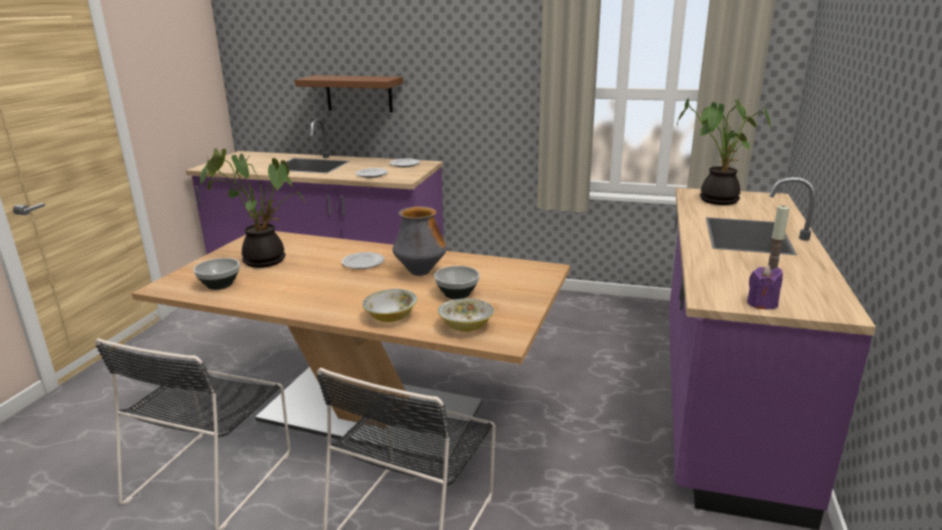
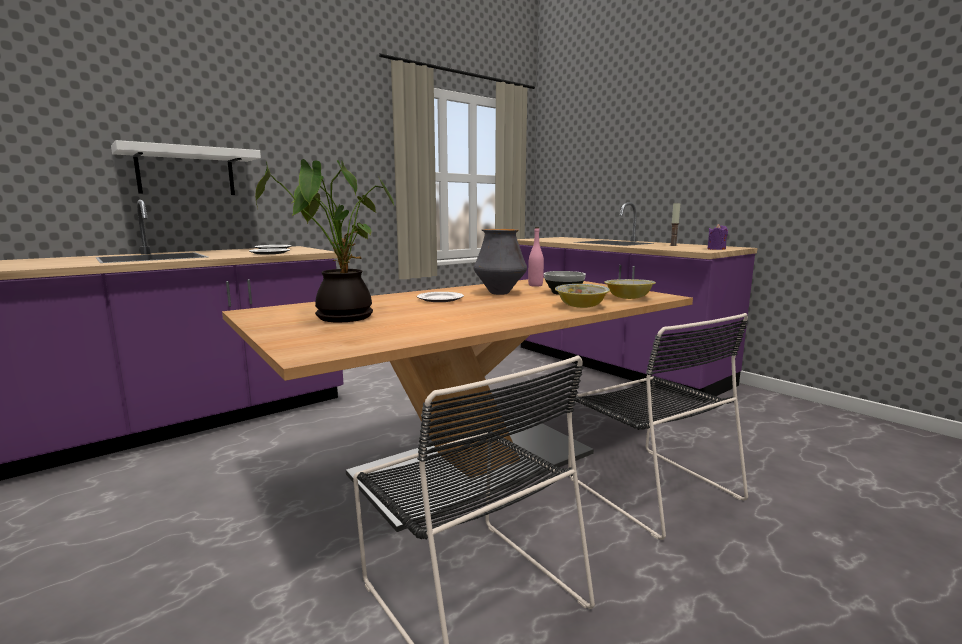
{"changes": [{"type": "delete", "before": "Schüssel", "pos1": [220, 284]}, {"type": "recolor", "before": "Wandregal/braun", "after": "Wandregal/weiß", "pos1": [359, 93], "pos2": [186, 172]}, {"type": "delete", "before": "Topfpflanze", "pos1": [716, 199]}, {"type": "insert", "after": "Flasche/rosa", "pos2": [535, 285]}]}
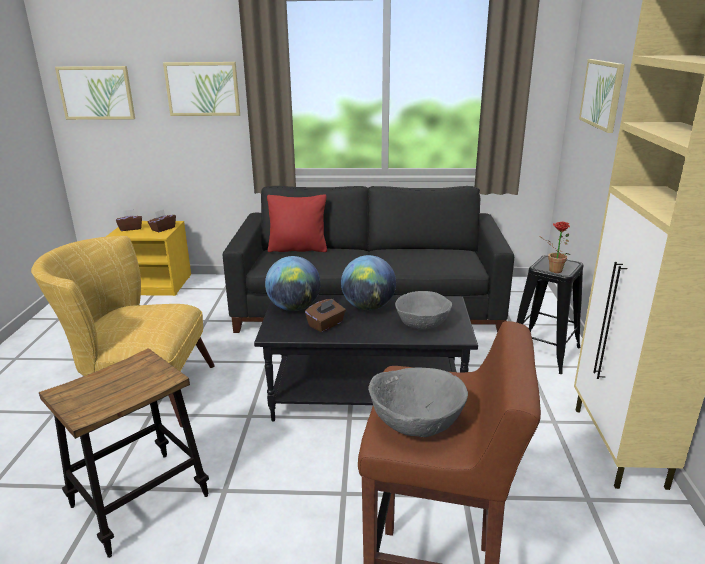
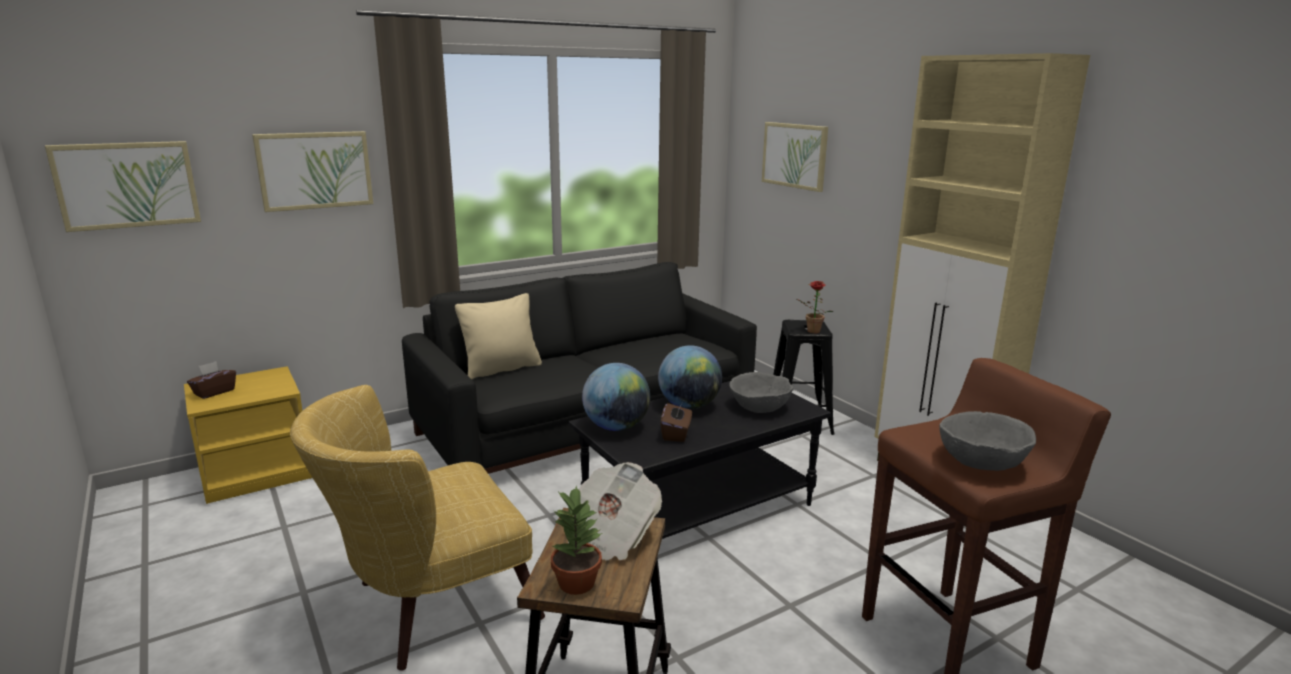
{"changes": [{"type": "delete", "before": "Taschentuchbox/braun", "pos1": [163, 229]}, {"type": "recolor", "before": "Kissen/rot", "after": "Kissen/beige", "pos1": [298, 249], "pos2": [501, 369]}, {"type": "insert", "after": "Topfpflanze", "pos2": [576, 582]}, {"type": "insert", "after": "Zeitung", "pos2": [608, 536]}]}
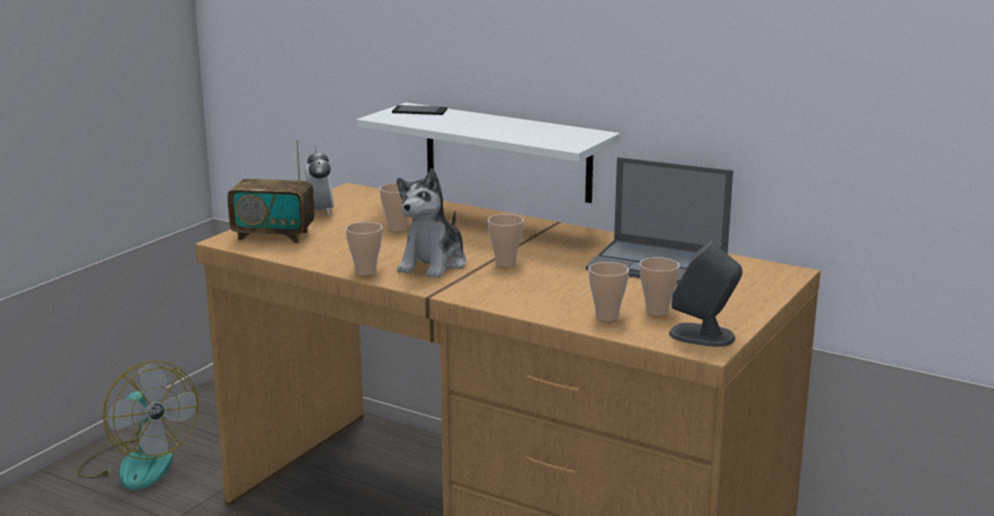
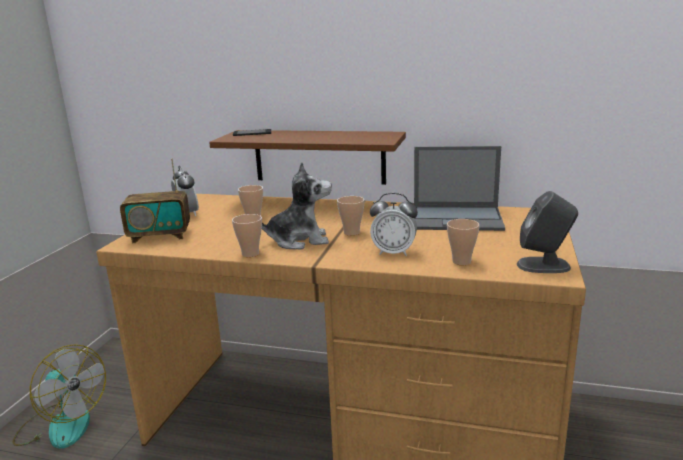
{"changes": [{"type": "recolor", "before": "Wandregal/weiß", "after": "Wandregal/braun", "pos1": [507, 152], "pos2": [319, 156]}, {"type": "rotate", "before": "Plüschtier", "pos1": [433, 264], "pos2": [299, 240], "turn": -105}, {"type": "delete", "before": "Tasse", "pos1": [657, 311]}, {"type": "insert", "after": "Wecker", "pos2": [394, 252]}]}
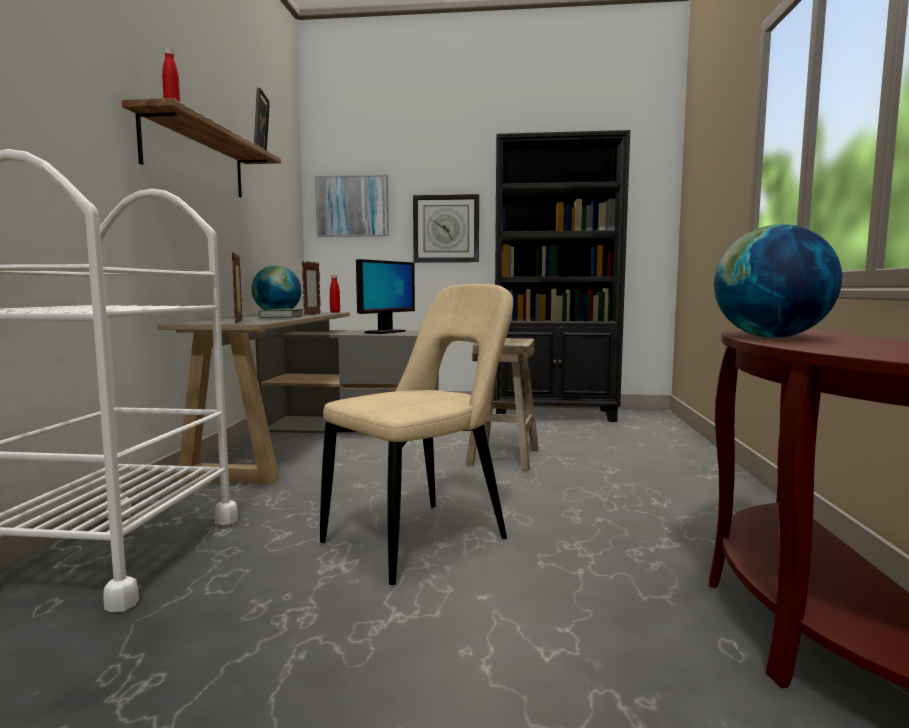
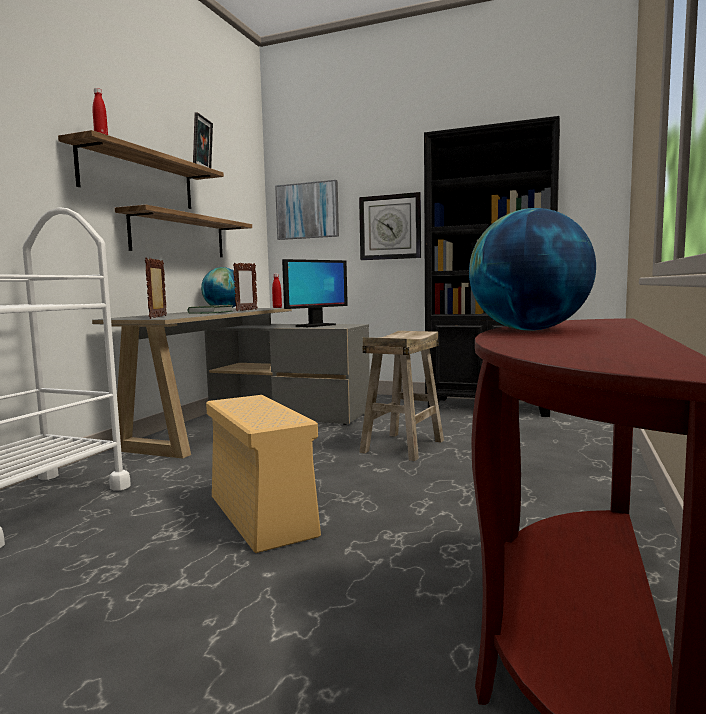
{"changes": [{"type": "replace", "before": "Stuhl/beige", "after": "Aufbewahrungsbox/beige", "pos1": [423, 538], "pos2": [262, 516]}, {"type": "insert", "after": "Wandregal", "pos2": [179, 236]}]}
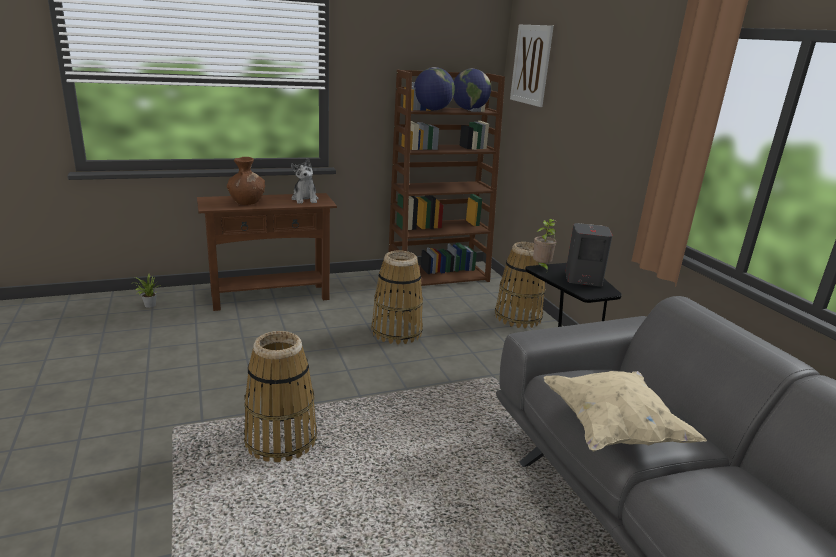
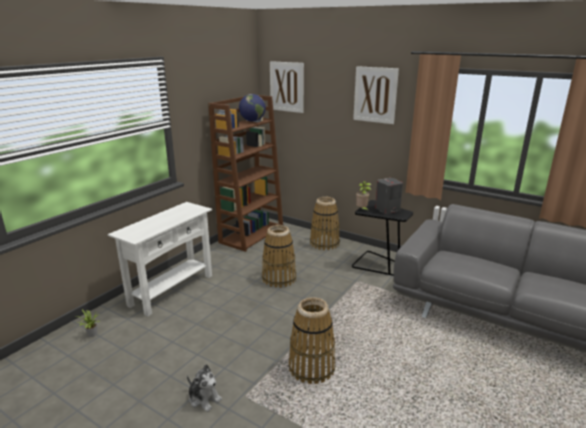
{"changes": [{"type": "recolor", "before": "Konsolentisch/braun", "after": "Konsolentisch/weiß", "pos1": [270, 297], "pos2": [172, 290]}, {"type": "delete", "before": "Vase/braun", "pos1": [247, 202]}, {"type": "move", "before": "Plüschtier", "pos1": [305, 199], "pos2": [204, 398]}, {"type": "delete", "before": "Globus", "pos1": [432, 110]}, {"type": "delete", "before": "Kissen/beige", "pos1": [612, 429]}, {"type": "insert", "after": "Bild", "pos2": [375, 95]}]}
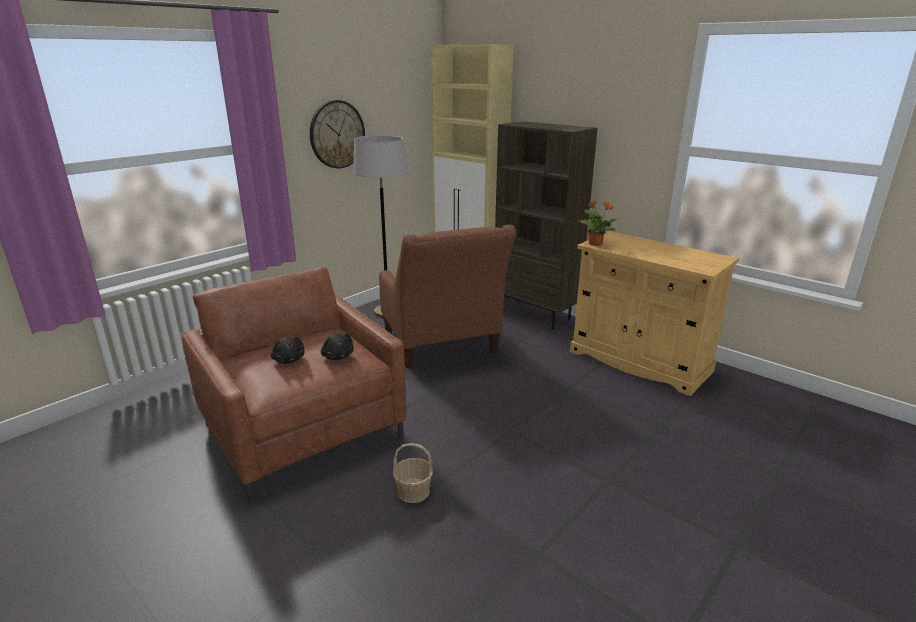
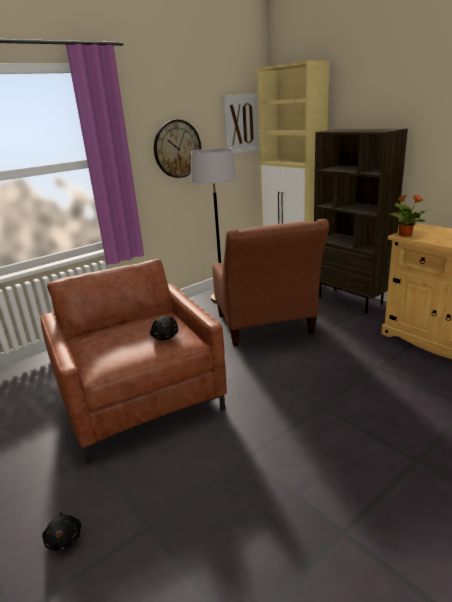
{"changes": [{"type": "move", "before": "Plüschtier/schwarz", "pos1": [289, 360], "pos2": [64, 538]}, {"type": "delete", "before": "Korb", "pos1": [413, 491]}, {"type": "insert", "after": "Bild", "pos2": [241, 124]}]}
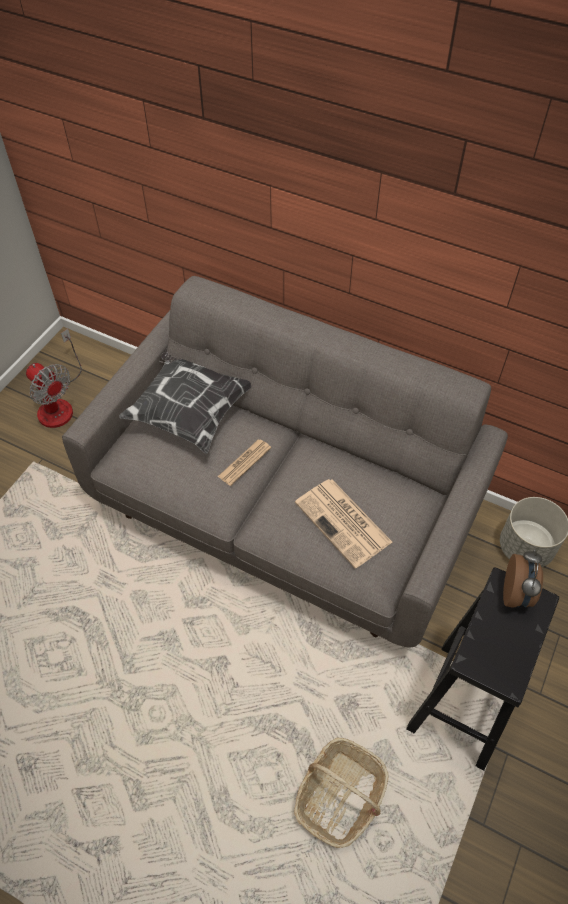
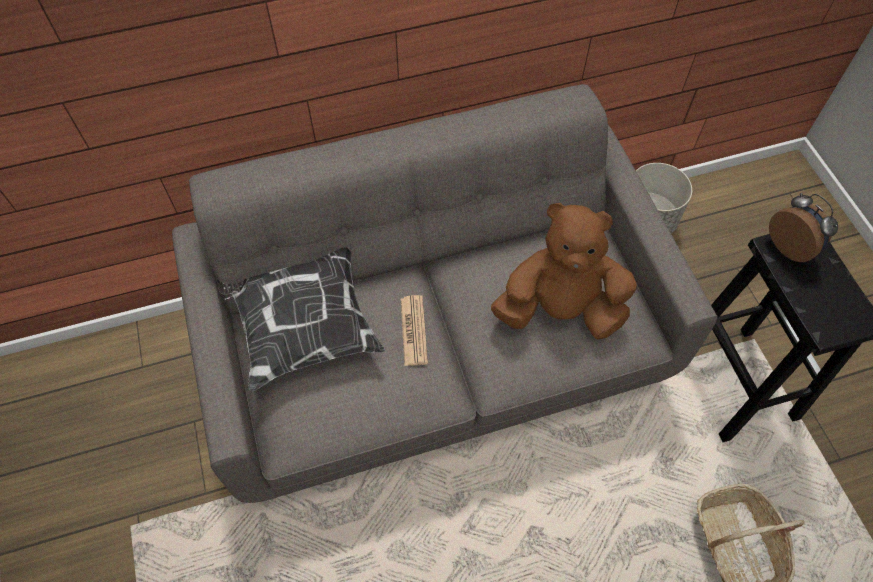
{"changes": [{"type": "delete", "before": "Ventilator", "pos1": [59, 403]}, {"type": "replace", "before": "Zeitung", "after": "Plüschtier/braun", "pos1": [344, 523], "pos2": [560, 310]}]}
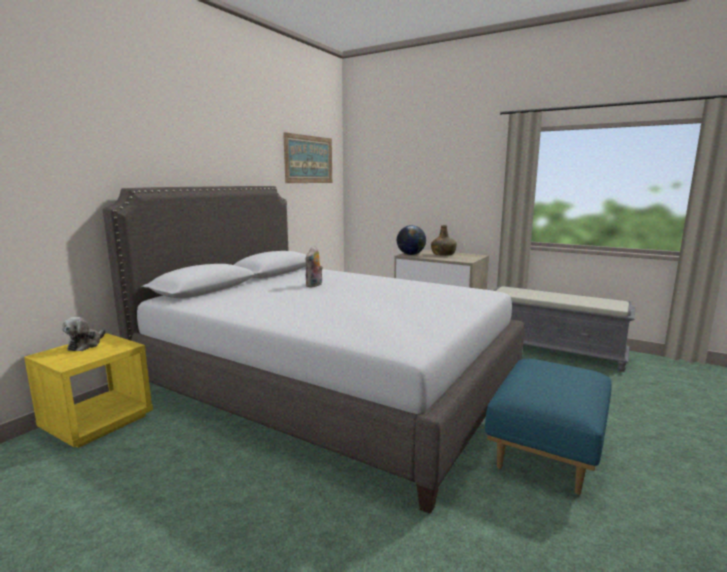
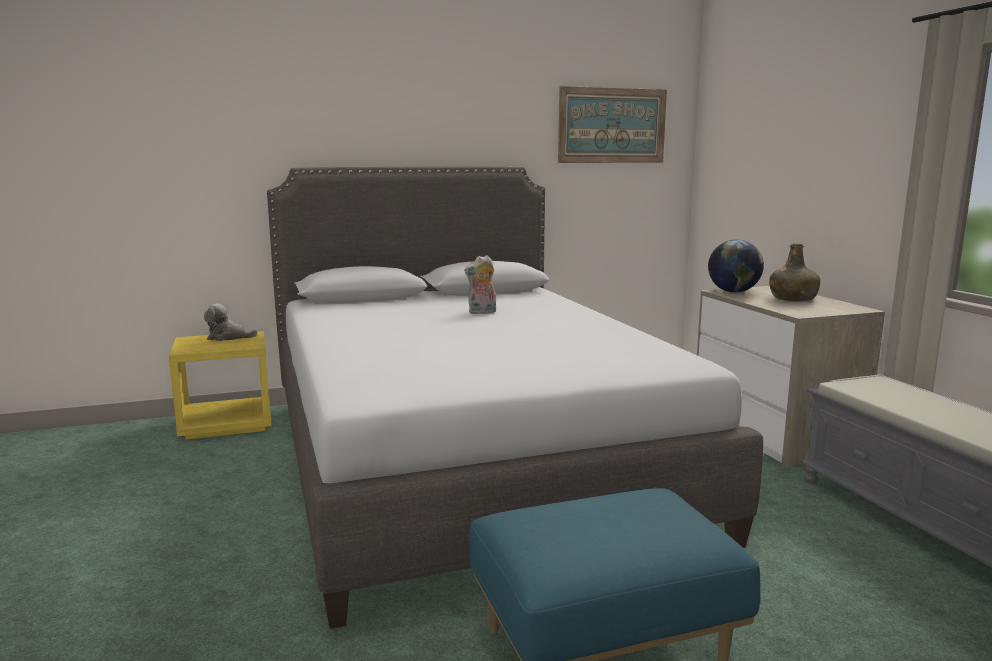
{"changes": [{"type": "rotate", "before": "Plüschtier", "pos1": [86, 344], "pos2": [228, 337], "turn": 45}]}
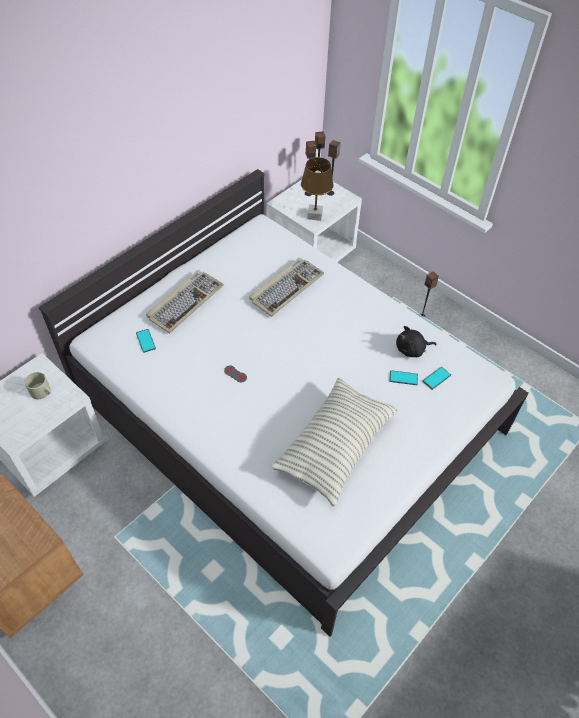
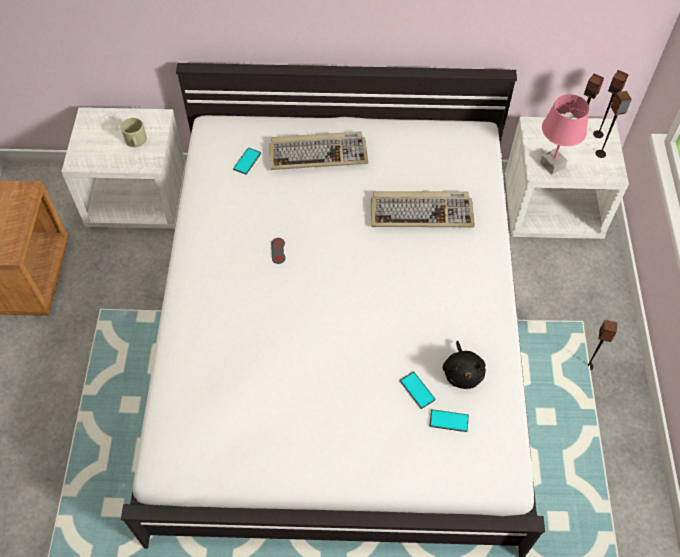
{"changes": [{"type": "delete", "before": "Kissen", "pos1": [335, 447]}, {"type": "recolor", "before": "Tischlampe/braun", "after": "Tischlampe/rosa", "pos1": [315, 215], "pos2": [552, 165]}, {"type": "rotate", "before": "Plüschtier/schwarz", "pos1": [412, 349], "pos2": [462, 372], "turn": -135}]}
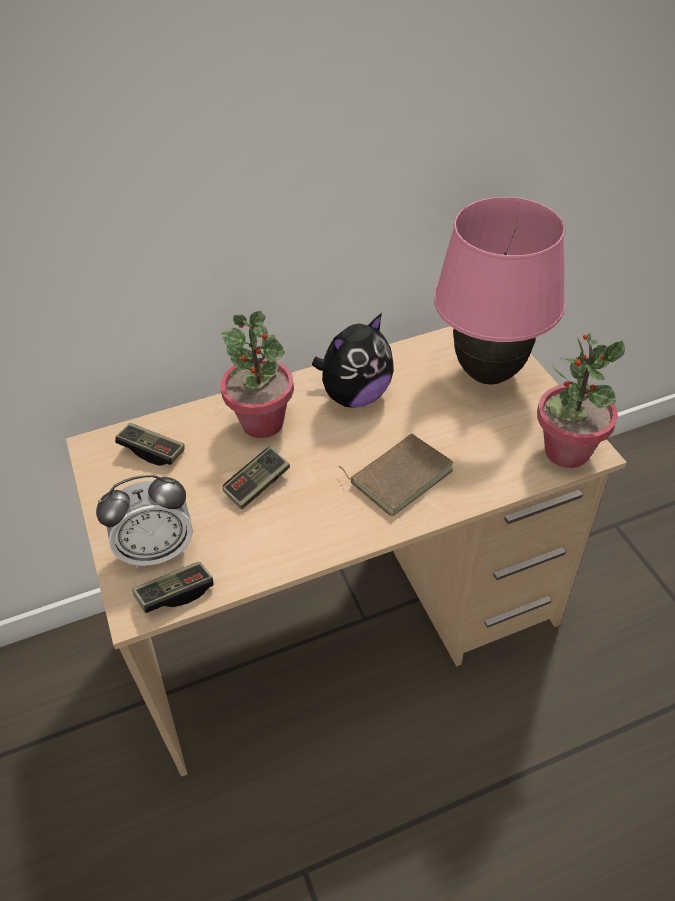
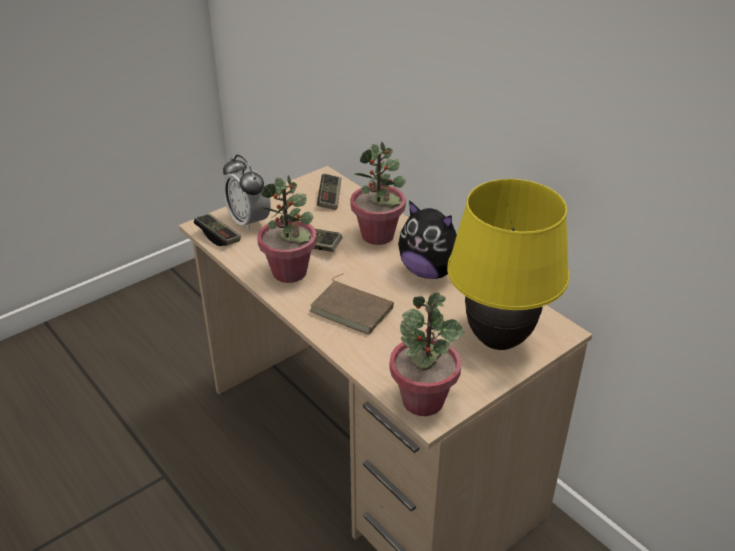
{"changes": [{"type": "recolor", "before": "Tischlampe/rosa", "after": "Tischlampe/gelb", "pos1": [488, 375], "pos2": [497, 340]}, {"type": "insert", "after": "Topfpflanze", "pos2": [290, 272]}]}
